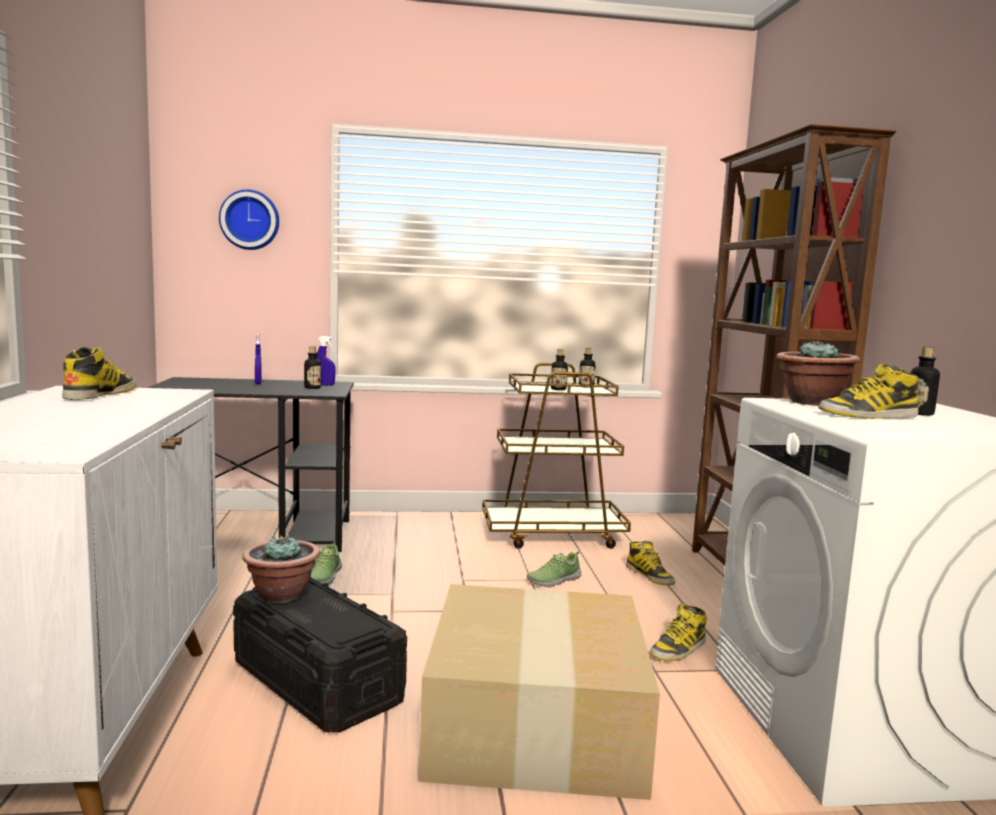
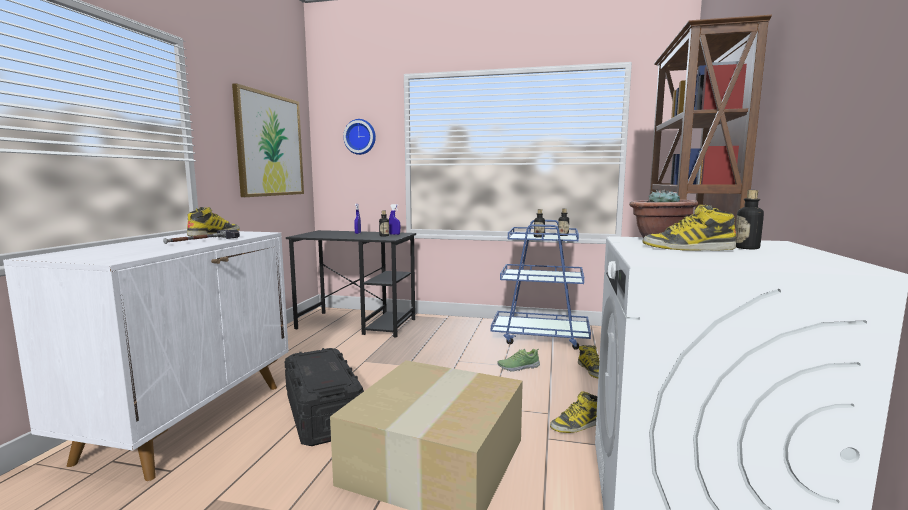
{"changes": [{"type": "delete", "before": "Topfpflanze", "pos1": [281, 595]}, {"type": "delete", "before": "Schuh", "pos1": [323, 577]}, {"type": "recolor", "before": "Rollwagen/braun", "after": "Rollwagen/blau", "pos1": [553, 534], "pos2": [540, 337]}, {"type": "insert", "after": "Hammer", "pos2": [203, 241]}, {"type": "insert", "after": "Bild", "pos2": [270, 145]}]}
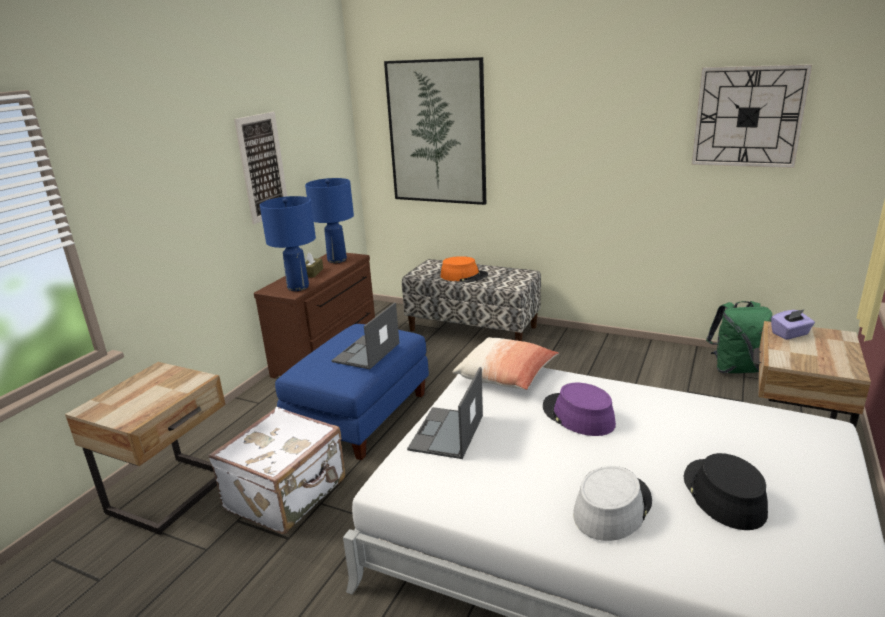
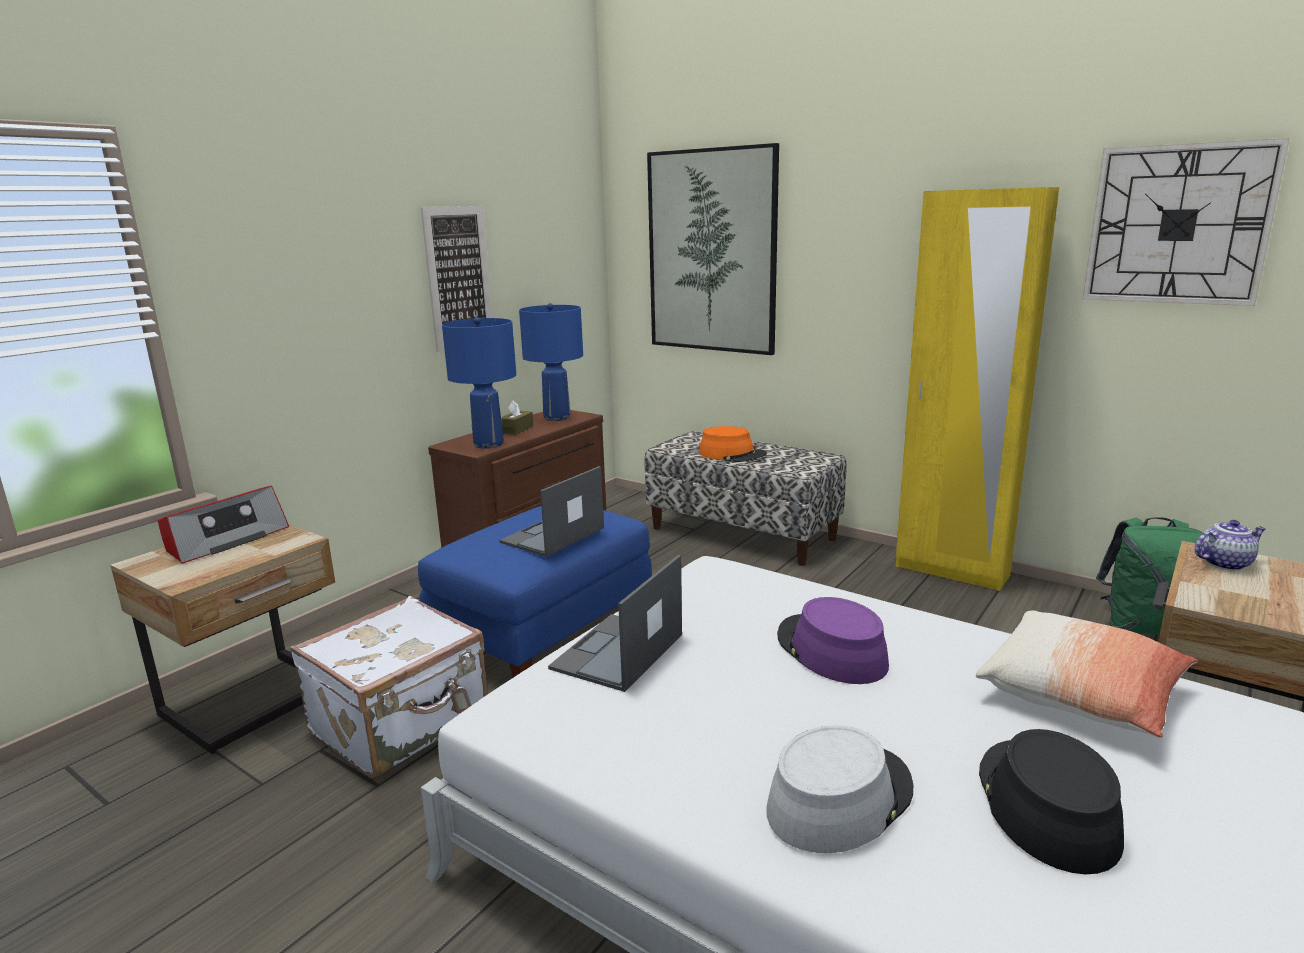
{"changes": [{"type": "move", "before": "Kissen", "pos1": [506, 376], "pos2": [1081, 694]}, {"type": "replace", "before": "Taschentuchbox/lila", "after": "Teekanne", "pos1": [790, 334], "pos2": [1225, 563]}, {"type": "insert", "after": "Radio", "pos2": [225, 540]}, {"type": "insert", "after": "Kleiderschrank/gelb", "pos2": [951, 571]}]}
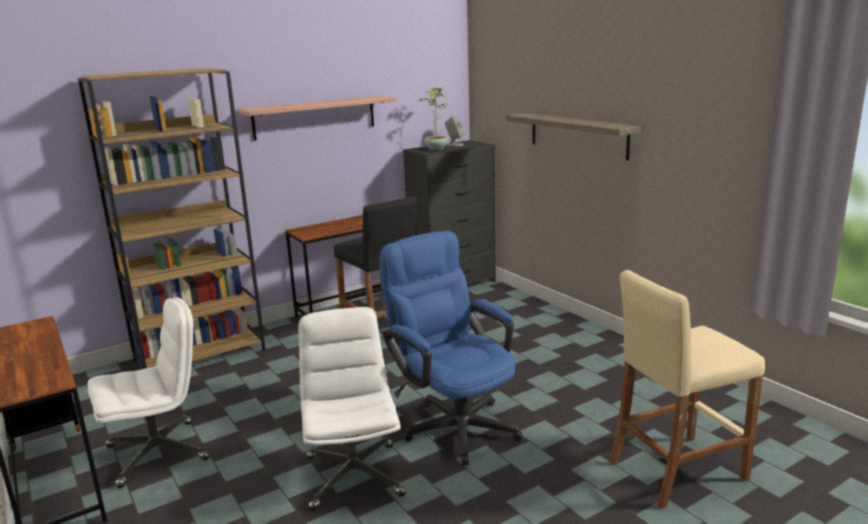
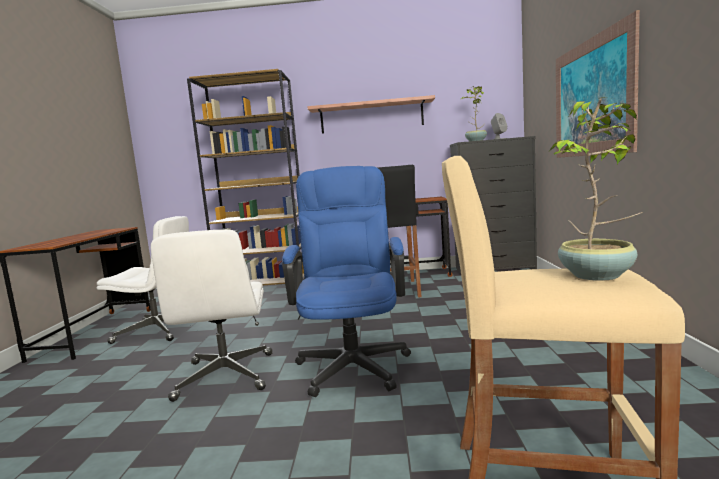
{"changes": [{"type": "rotate", "before": "Bürostuhl/weiß", "pos1": [353, 475], "pos2": [226, 376], "turn": 150}, {"type": "replace", "before": "Wandregal", "after": "Bild", "pos1": [577, 135], "pos2": [591, 98]}, {"type": "insert", "after": "Topfpflanze", "pos2": [598, 276]}]}
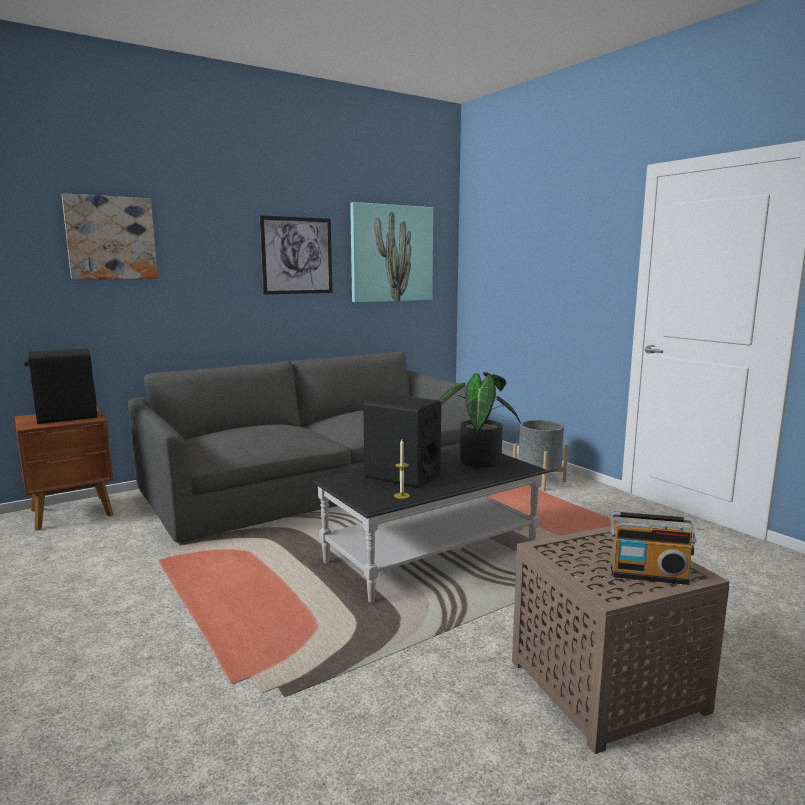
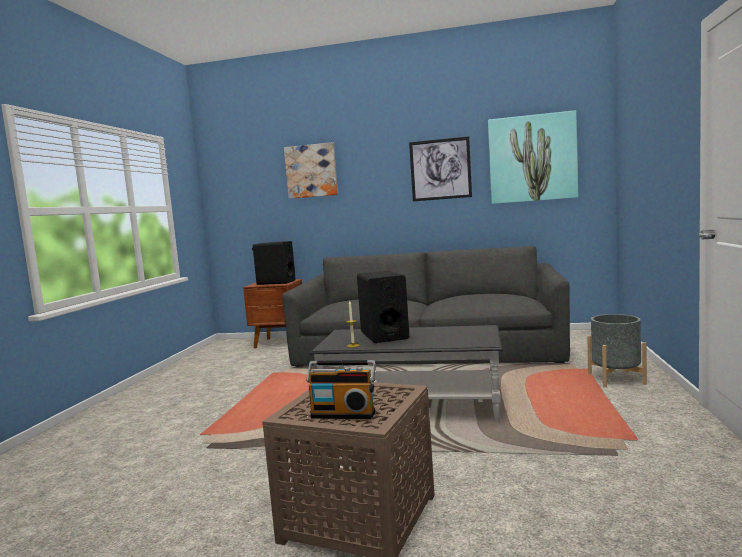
{"changes": [{"type": "delete", "before": "Topfpflanze", "pos1": [476, 460]}, {"type": "rotate", "before": "Radio", "pos1": [648, 574], "pos2": [344, 414], "turn": -45}]}
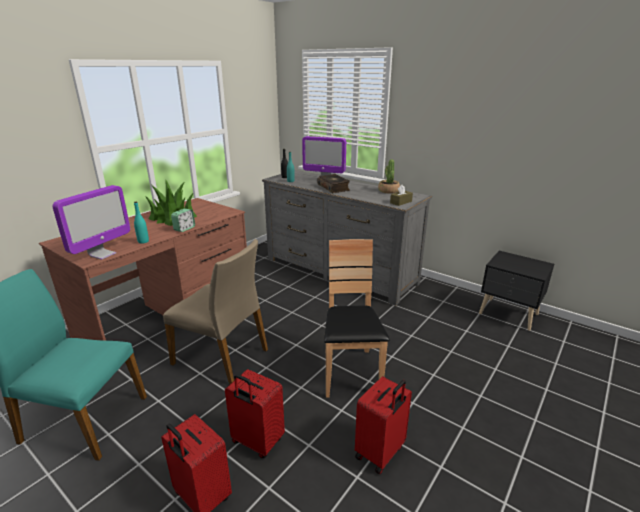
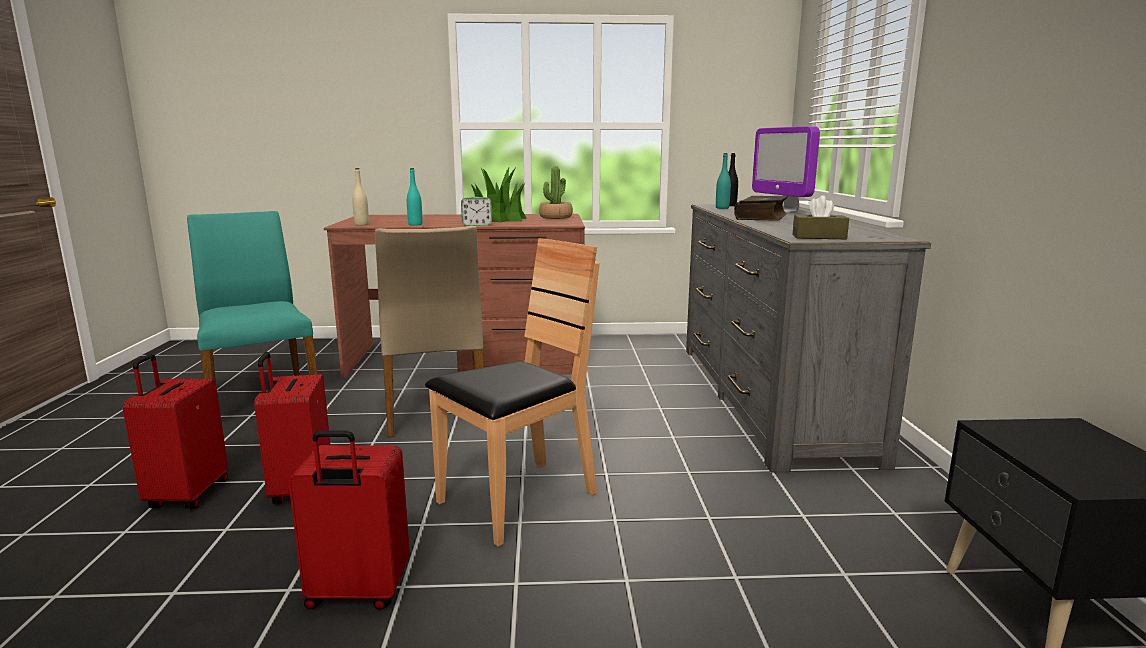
{"changes": [{"type": "replace", "before": "Monitor", "after": "Flasche/beige", "pos1": [102, 254], "pos2": [361, 224]}, {"type": "move", "before": "Topfpflanze", "pos1": [388, 191], "pos2": [555, 217]}]}
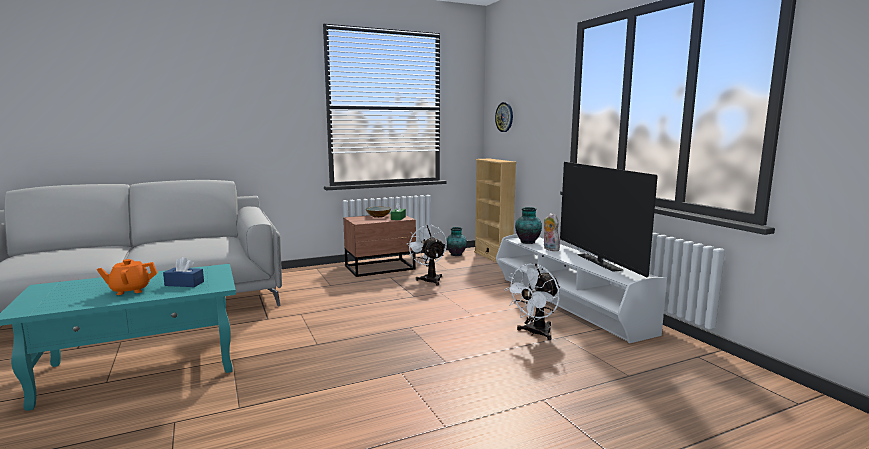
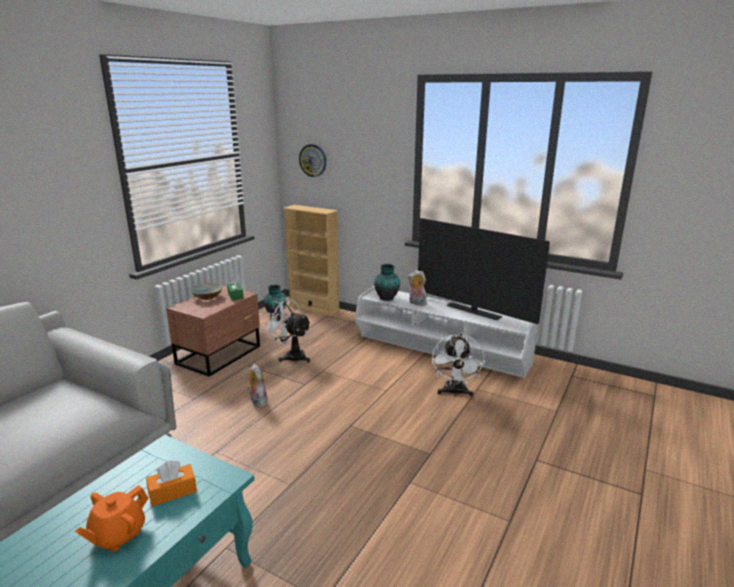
{"changes": [{"type": "recolor", "before": "Taschentuchbox/blau", "after": "Taschentuchbox/orange", "pos1": [184, 284], "pos2": [173, 492]}, {"type": "insert", "after": "Plüschtier", "pos2": [257, 401]}]}
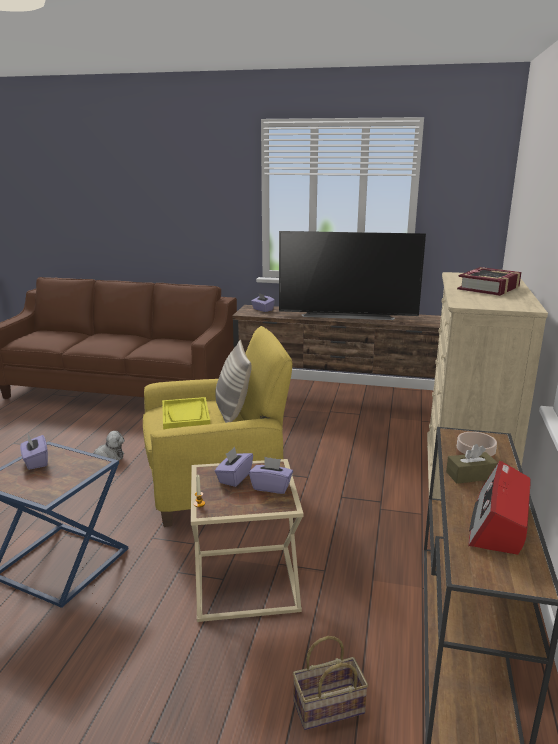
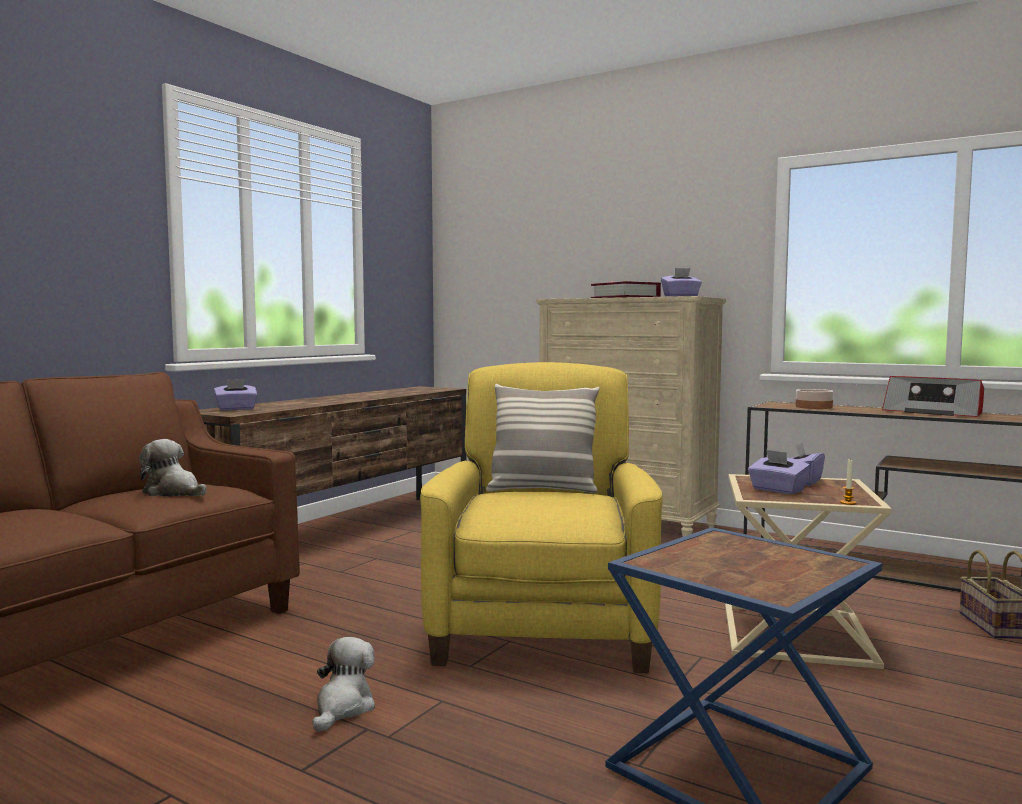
{"changes": [{"type": "move", "before": "Taschentuchbox/lila", "pos1": [36, 461], "pos2": [681, 296]}, {"type": "delete", "before": "Tablett/gelb", "pos1": [185, 415]}, {"type": "delete", "before": "Fernseher", "pos1": [347, 315]}, {"type": "delete", "before": "Taschentuchbox/braun", "pos1": [470, 475]}, {"type": "insert", "after": "Plüschtier", "pos2": [173, 492]}]}
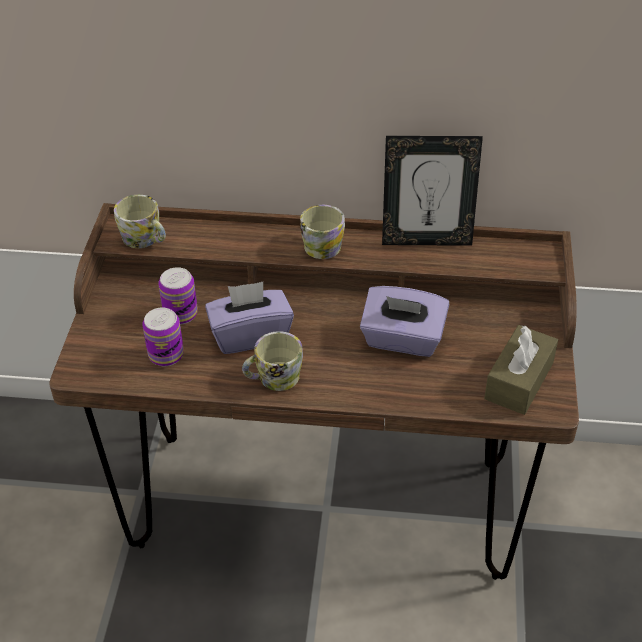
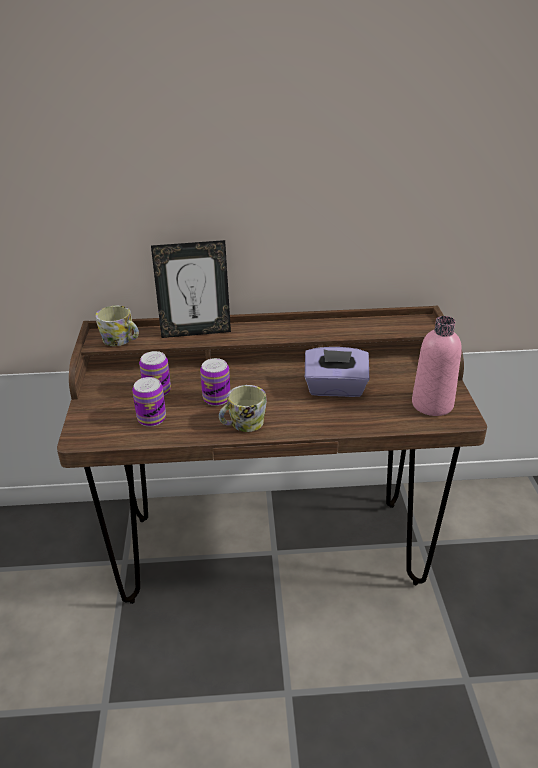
{"changes": [{"type": "replace", "before": "Taschentuchbox/lila", "after": "Dose", "pos1": [250, 335], "pos2": [216, 398]}, {"type": "delete", "before": "Henkelbecher", "pos1": [319, 244]}, {"type": "move", "before": "Bilderrahmen", "pos1": [426, 240], "pos2": [196, 332]}, {"type": "replace", "before": "Taschentuchbox/braun", "after": "Flasche/rosa", "pos1": [519, 381], "pos2": [432, 404]}]}
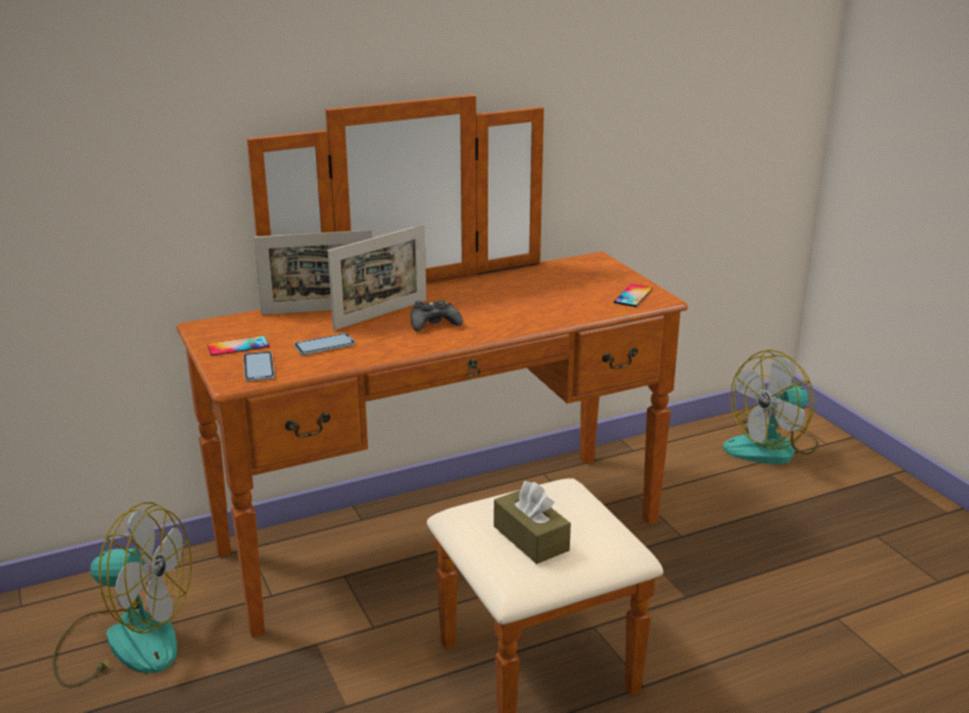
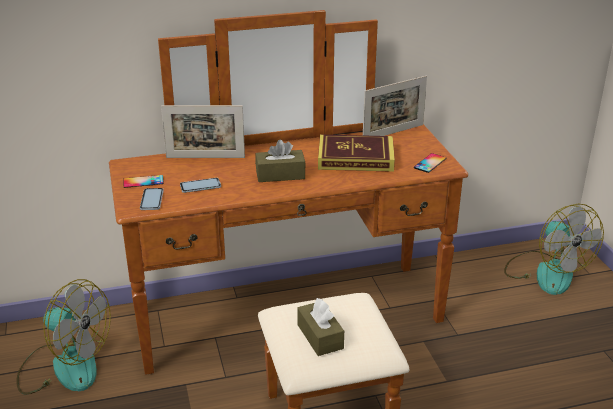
{"changes": [{"type": "move", "before": "Bilderrahmen", "pos1": [381, 314], "pos2": [393, 133]}, {"type": "replace", "before": "Gamepad/schwarz", "after": "Taschentuchbox/braun", "pos1": [434, 323], "pos2": [280, 175]}, {"type": "rotate", "before": "Ventilator", "pos1": [772, 447], "pos2": [546, 272], "turn": -90}, {"type": "insert", "after": "Buch", "pos2": [355, 158]}]}
